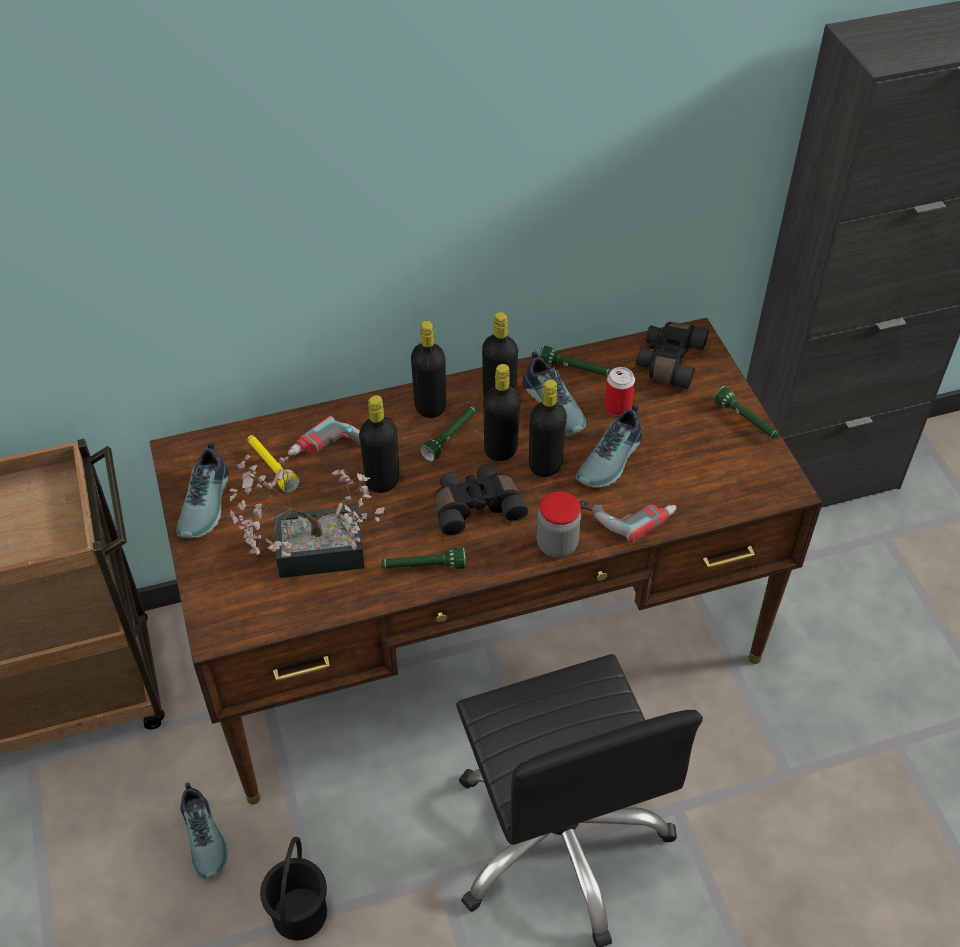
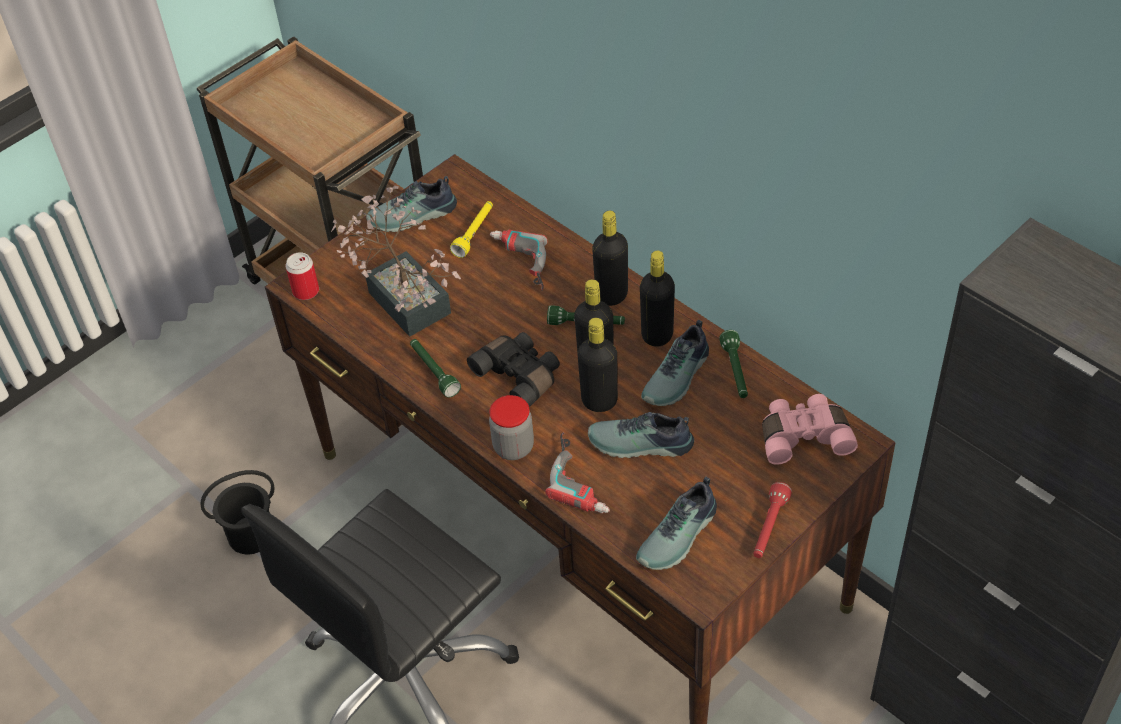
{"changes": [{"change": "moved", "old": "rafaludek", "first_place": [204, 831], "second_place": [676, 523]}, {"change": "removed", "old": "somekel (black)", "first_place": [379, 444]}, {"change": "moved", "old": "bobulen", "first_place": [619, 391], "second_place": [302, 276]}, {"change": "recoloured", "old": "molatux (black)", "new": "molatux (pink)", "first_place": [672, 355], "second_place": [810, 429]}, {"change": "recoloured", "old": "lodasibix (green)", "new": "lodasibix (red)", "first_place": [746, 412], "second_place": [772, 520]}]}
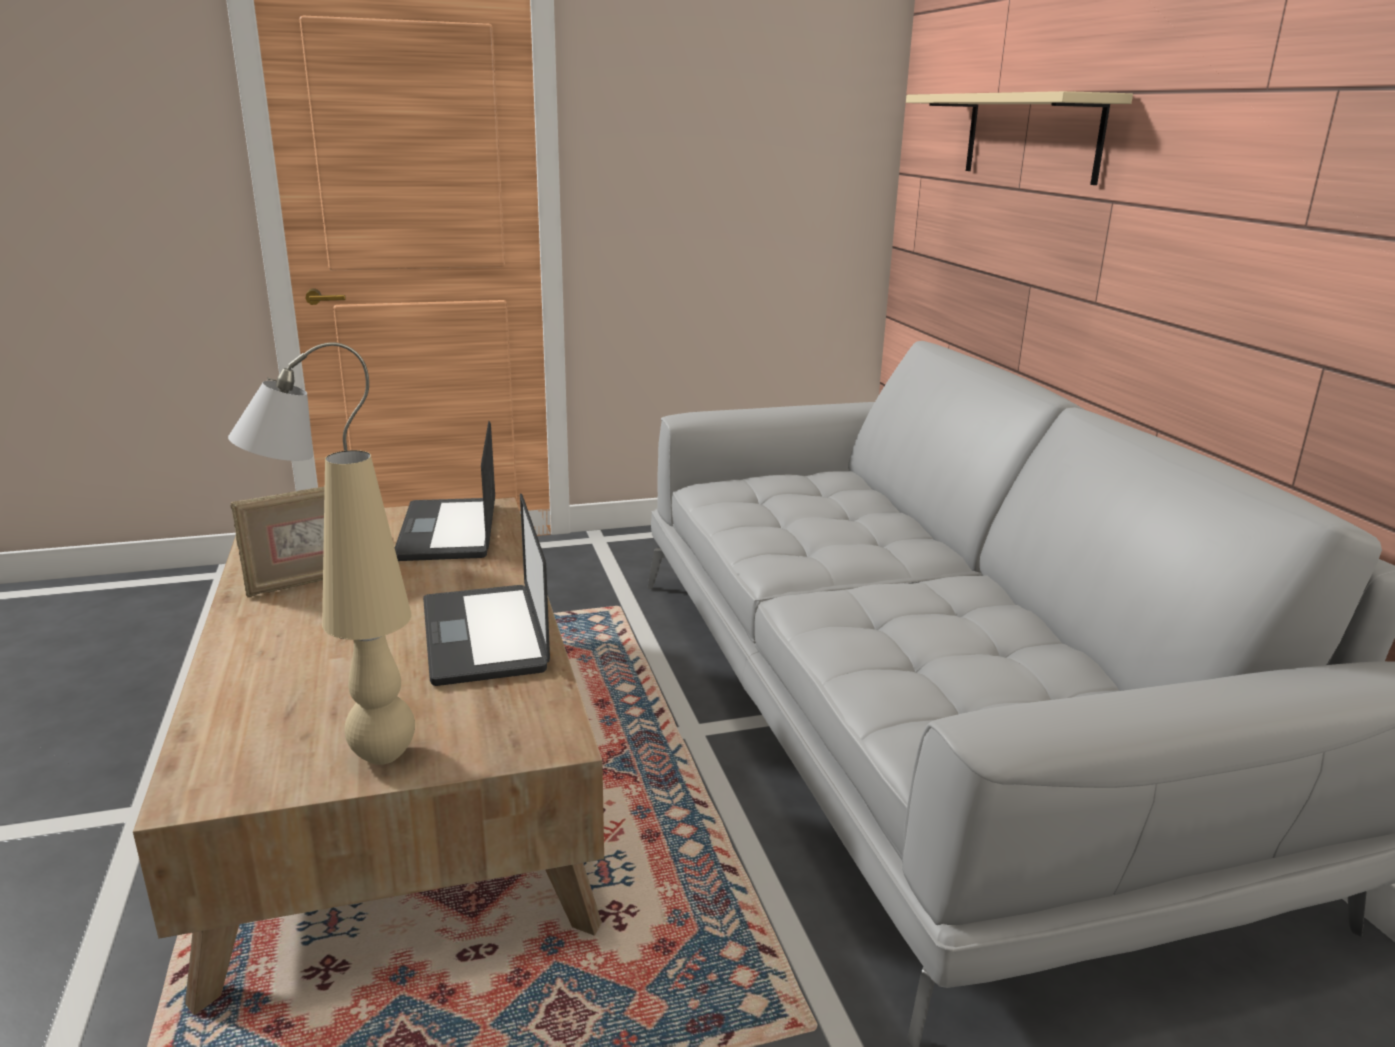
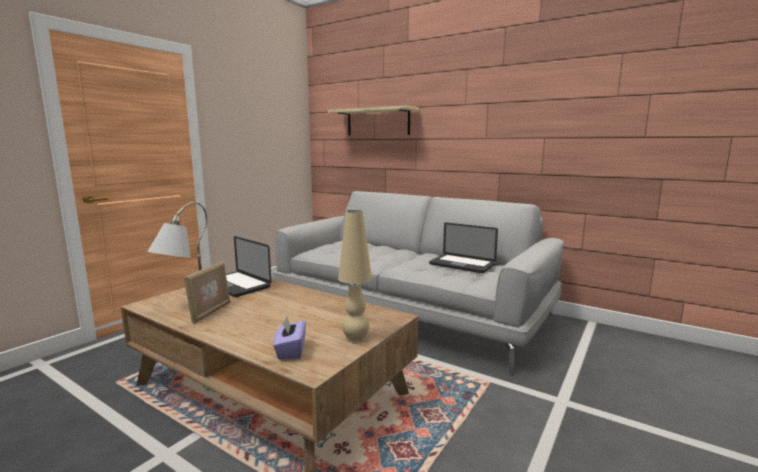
{"changes": [{"change": "moved", "old": "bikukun", "first_place": [486, 589], "second_place": [463, 247]}, {"change": "added", "new": "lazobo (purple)", "second_place": [289, 338]}]}
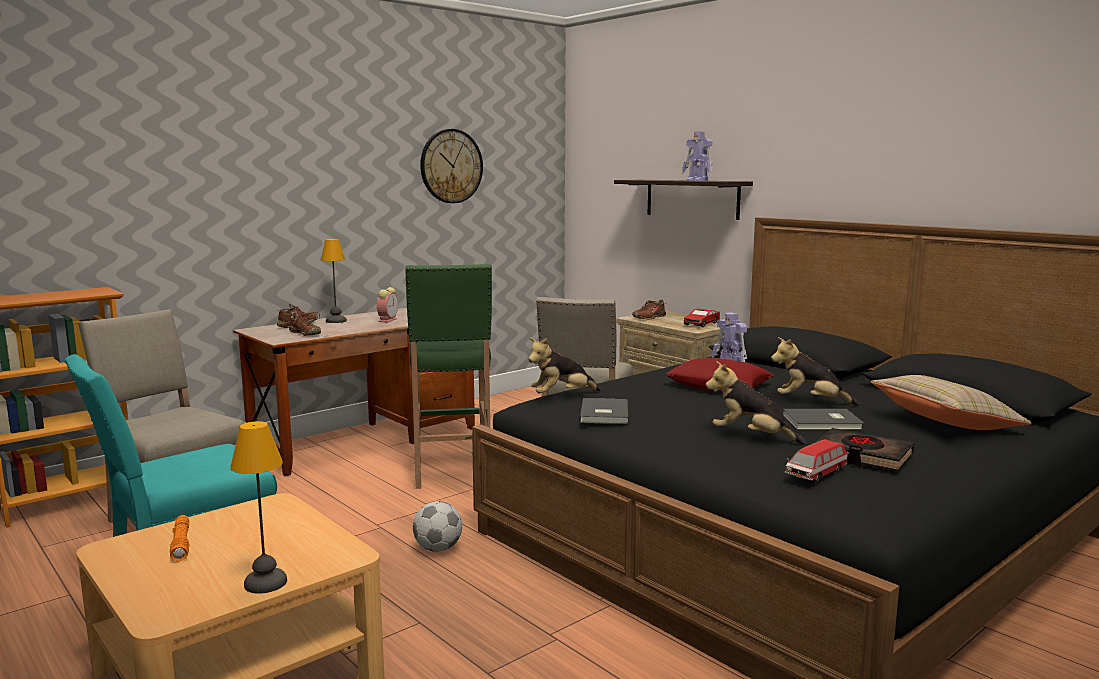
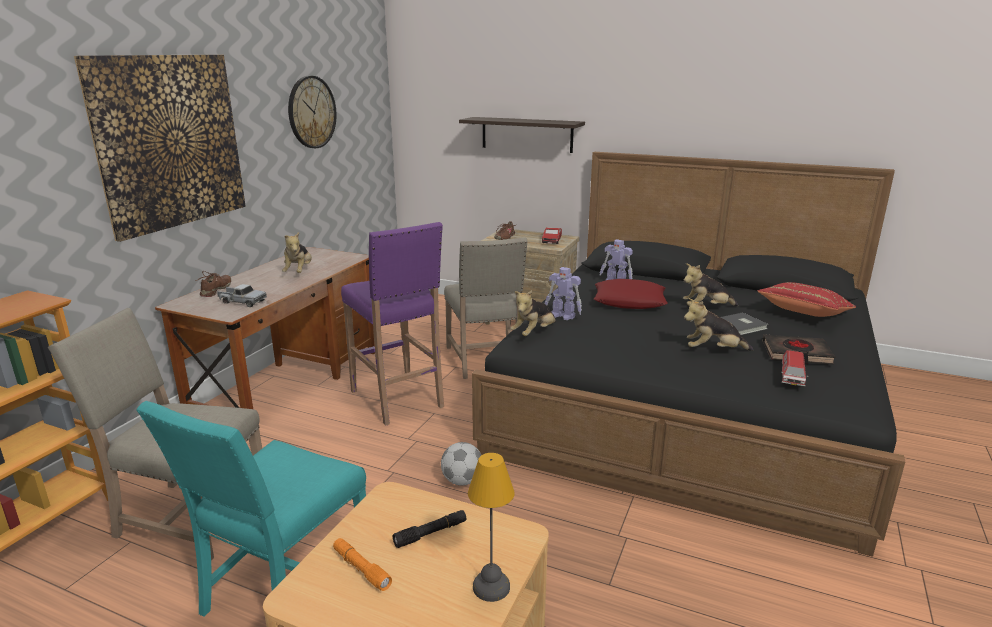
{"changes": [{"change": "replaced", "old": "rafaludek (brown)", "new": "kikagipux", "first_place": [303, 324], "second_place": [242, 295]}, {"change": "removed", "old": "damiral", "first_place": [334, 281]}, {"change": "replaced", "old": "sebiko", "new": "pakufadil", "first_place": [387, 305], "second_place": [297, 252]}, {"change": "recoloured", "old": "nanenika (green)", "new": "nanenika (purple)", "first_place": [448, 376], "second_place": [392, 324]}, {"change": "removed", "old": "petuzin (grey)", "first_place": [604, 411]}, {"change": "moved", "old": "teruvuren", "first_place": [697, 156], "second_place": [563, 293]}, {"change": "recoloured", "old": "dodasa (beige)", "new": "dodasa (red)", "first_place": [951, 402], "second_place": [807, 299]}, {"change": "added", "new": "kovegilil", "second_place": [160, 148]}, {"change": "added", "new": "lodasibix (black)", "second_place": [429, 529]}]}
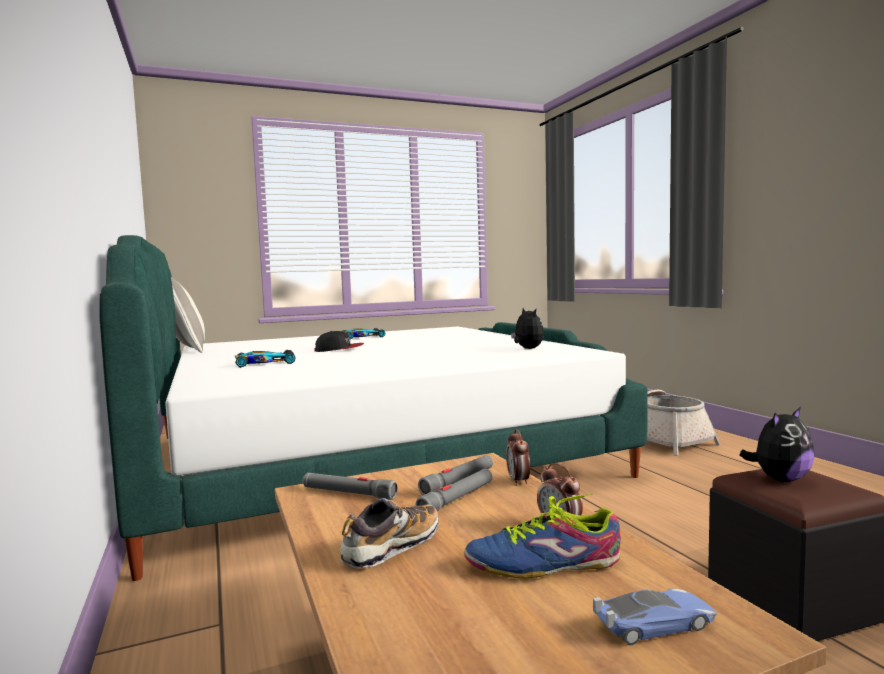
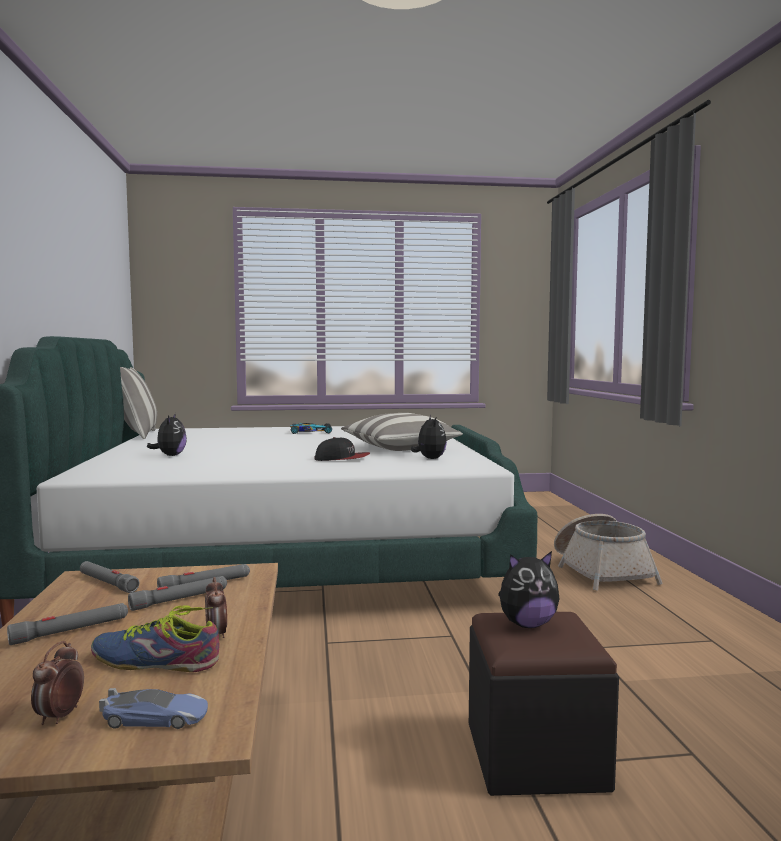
{"changes": [{"change": "replaced", "old": "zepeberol", "new": "pakufadil", "first_place": [265, 359], "second_place": [167, 434]}, {"change": "moved", "old": "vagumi", "first_place": [339, 341], "second_place": [342, 449]}, {"change": "replaced", "old": "rafaludek", "new": "lodasibix (grey)", "first_place": [389, 533], "second_place": [67, 624]}, {"change": "moved", "old": "sebiko", "first_place": [518, 457], "second_place": [57, 683]}, {"change": "added", "new": "dodasa", "second_place": [402, 432]}]}
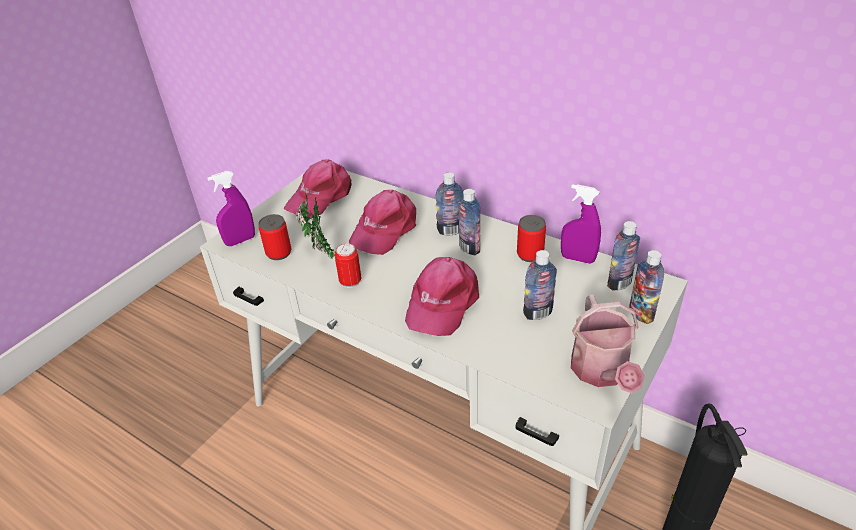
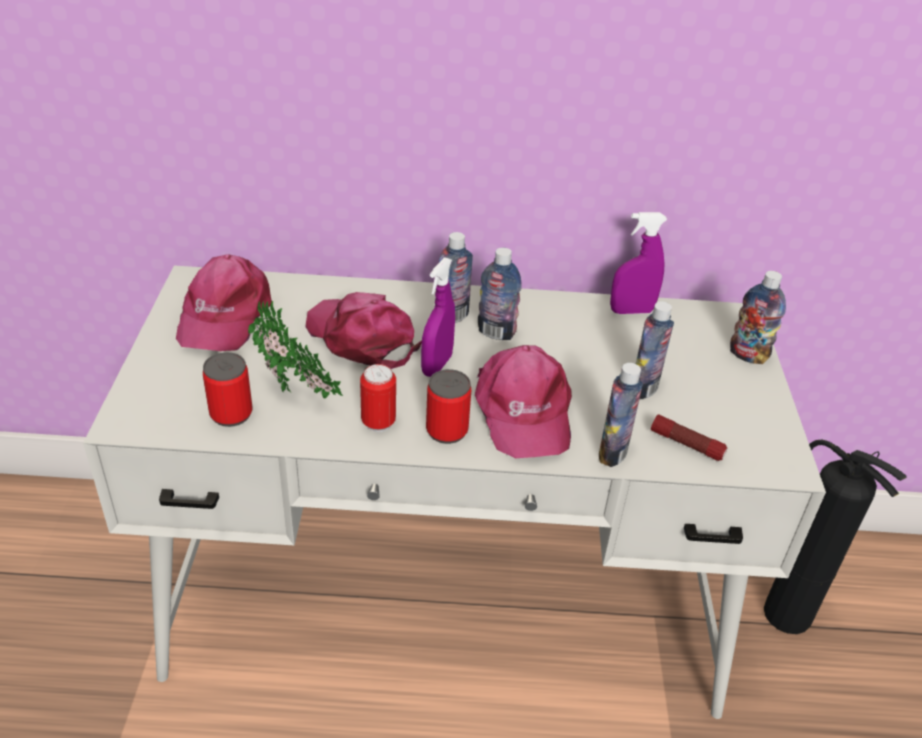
{"changes": [{"change": "moved", "old": "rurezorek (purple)", "first_place": [231, 208], "second_place": [438, 317]}, {"change": "turned", "old": "vagumi (pink)", "first_place": [382, 222], "second_place": [363, 330], "degrees": 135}, {"change": "moved", "old": "bobulen", "first_place": [531, 238], "second_place": [448, 406]}, {"change": "removed", "old": "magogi", "first_place": [608, 344]}, {"change": "moved", "old": "somekel", "first_place": [623, 255], "second_place": [621, 415]}, {"change": "added", "new": "lodasibix", "second_place": [689, 437]}]}
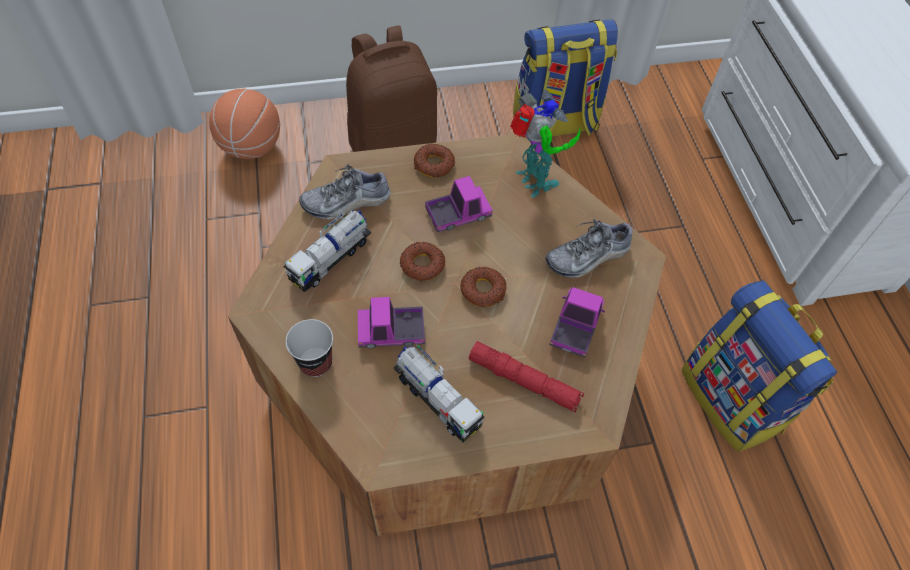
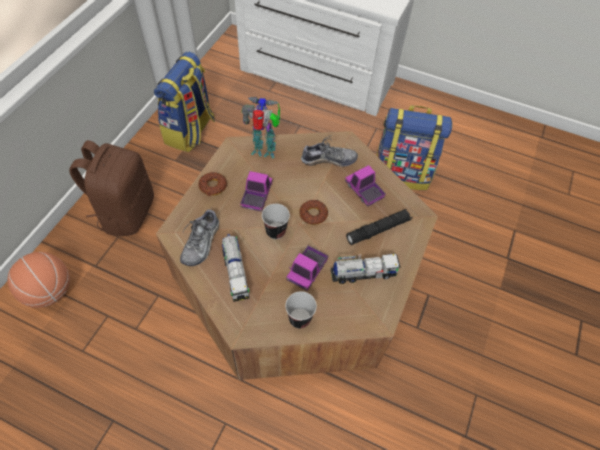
{"changes": [{"change": "replaced", "old": "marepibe", "new": "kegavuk", "first_place": [422, 261], "second_place": [276, 221]}, {"change": "recoloured", "old": "lodasibix (red)", "new": "lodasibix (black)", "first_place": [526, 376], "second_place": [379, 227]}, {"change": "turned", "old": "rafaludek", "first_place": [590, 248], "second_place": [329, 151], "degrees": -105}]}
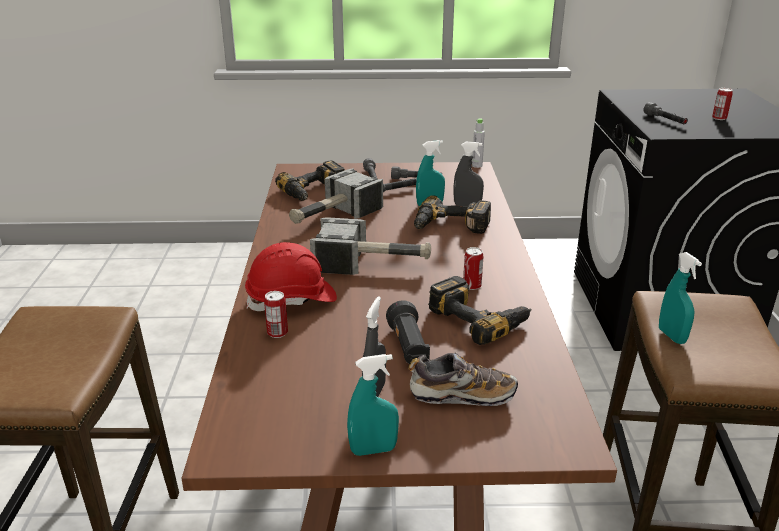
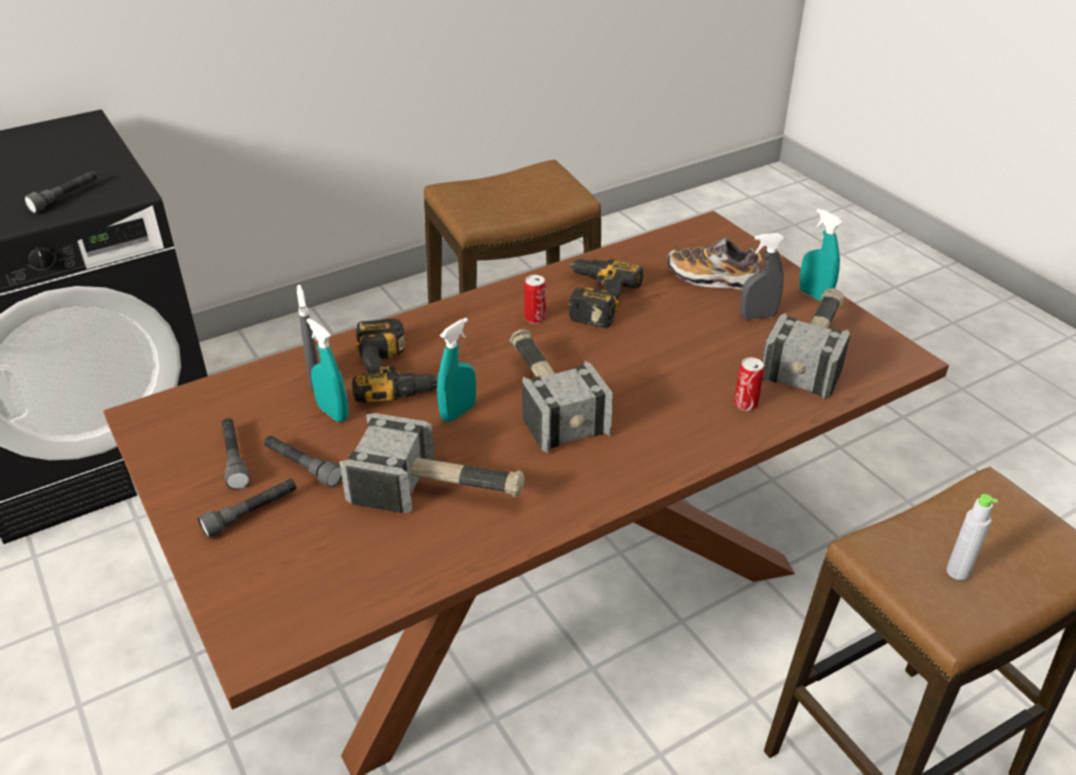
{"changes": [{"change": "removed", "old": "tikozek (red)", "first_place": [291, 276]}, {"change": "removed", "old": "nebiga", "first_place": [310, 180]}, {"change": "removed", "old": "lodasibix (black)", "first_place": [408, 332]}, {"change": "turned", "old": "rafaludek", "first_place": [463, 379], "second_place": [715, 263], "degrees": -45}, {"change": "moved", "old": "somekel (grey)", "first_place": [478, 143], "second_place": [972, 537]}, {"change": "moved", "old": "rurezorek (turquoise)", "first_place": [680, 298], "second_place": [456, 370]}, {"change": "removed", "old": "bobulen", "first_place": [722, 104]}, {"change": "added", "new": "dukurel", "second_place": [806, 344]}]}
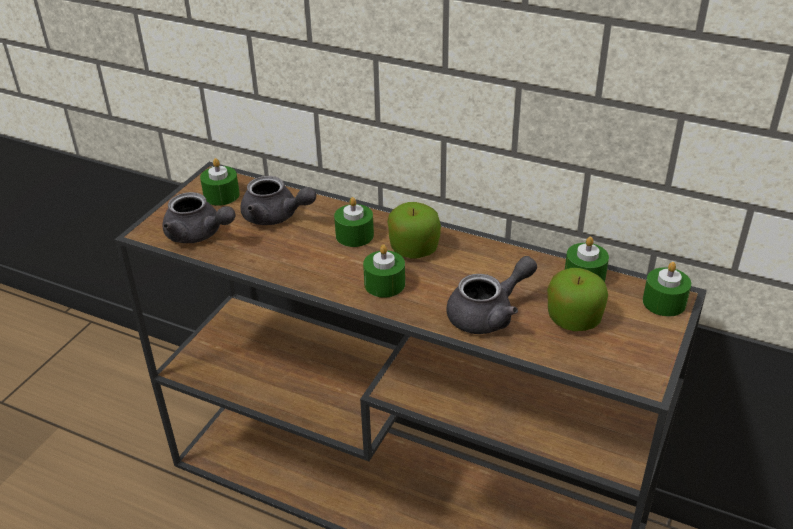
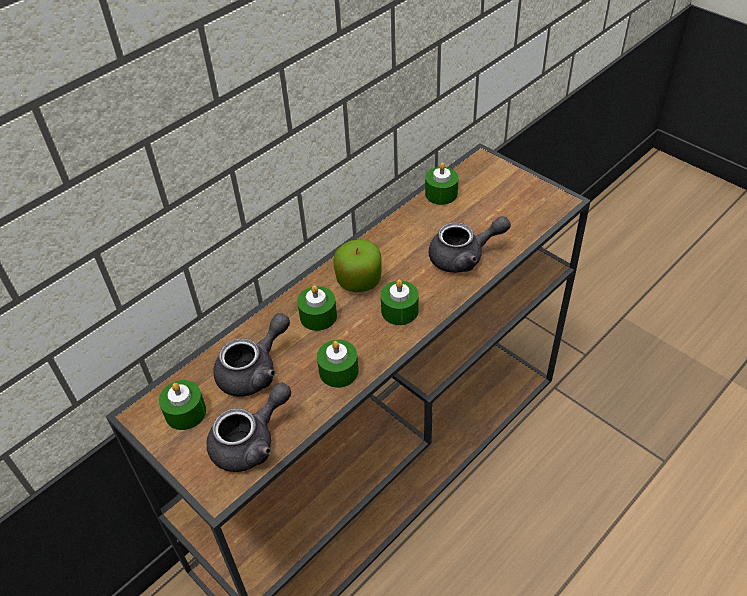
{"changes": [{"change": "turned", "old": "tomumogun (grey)", "first_place": [492, 295], "second_place": [470, 244], "degrees": 90}, {"change": "removed", "old": "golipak", "first_place": [577, 299]}, {"change": "moved", "old": "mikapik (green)", "first_place": [667, 289], "second_place": [338, 364]}]}
